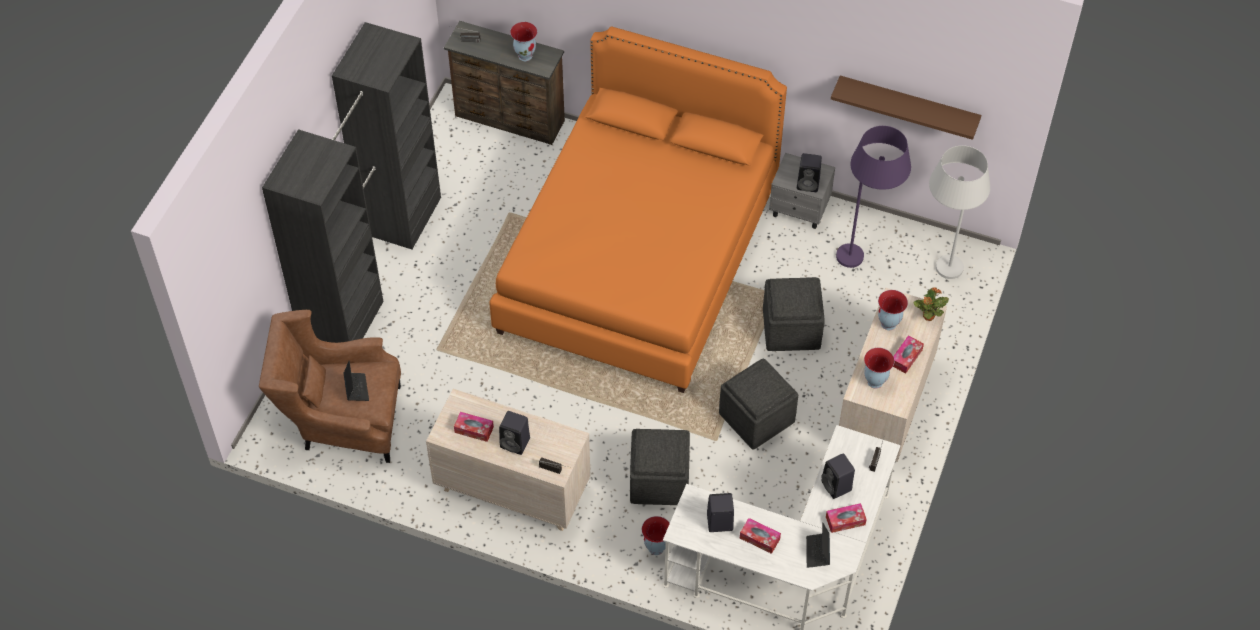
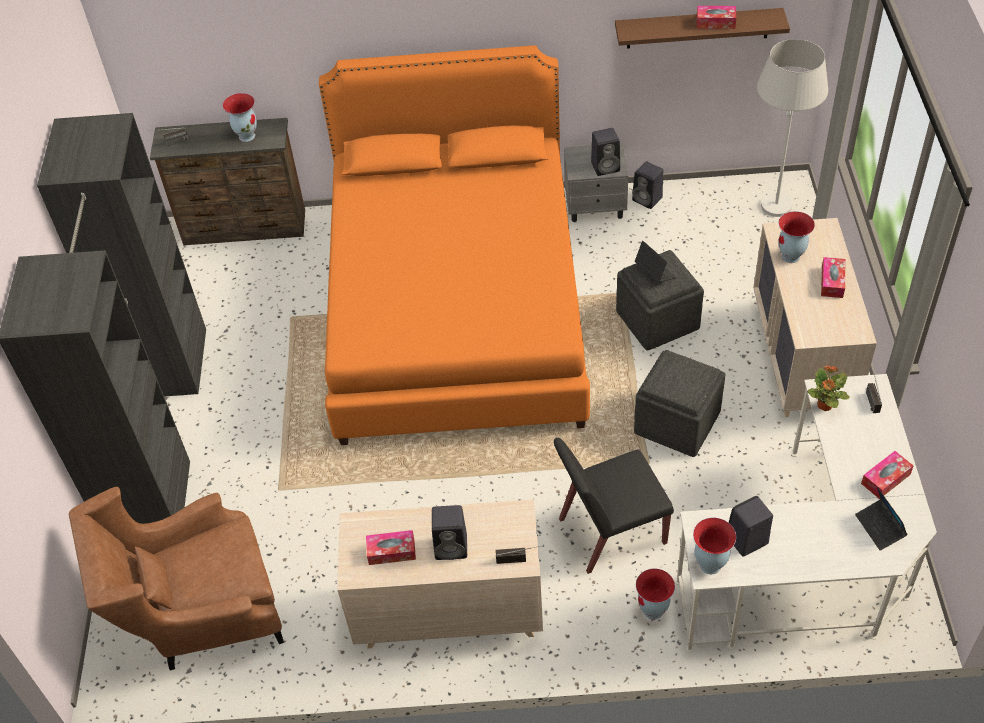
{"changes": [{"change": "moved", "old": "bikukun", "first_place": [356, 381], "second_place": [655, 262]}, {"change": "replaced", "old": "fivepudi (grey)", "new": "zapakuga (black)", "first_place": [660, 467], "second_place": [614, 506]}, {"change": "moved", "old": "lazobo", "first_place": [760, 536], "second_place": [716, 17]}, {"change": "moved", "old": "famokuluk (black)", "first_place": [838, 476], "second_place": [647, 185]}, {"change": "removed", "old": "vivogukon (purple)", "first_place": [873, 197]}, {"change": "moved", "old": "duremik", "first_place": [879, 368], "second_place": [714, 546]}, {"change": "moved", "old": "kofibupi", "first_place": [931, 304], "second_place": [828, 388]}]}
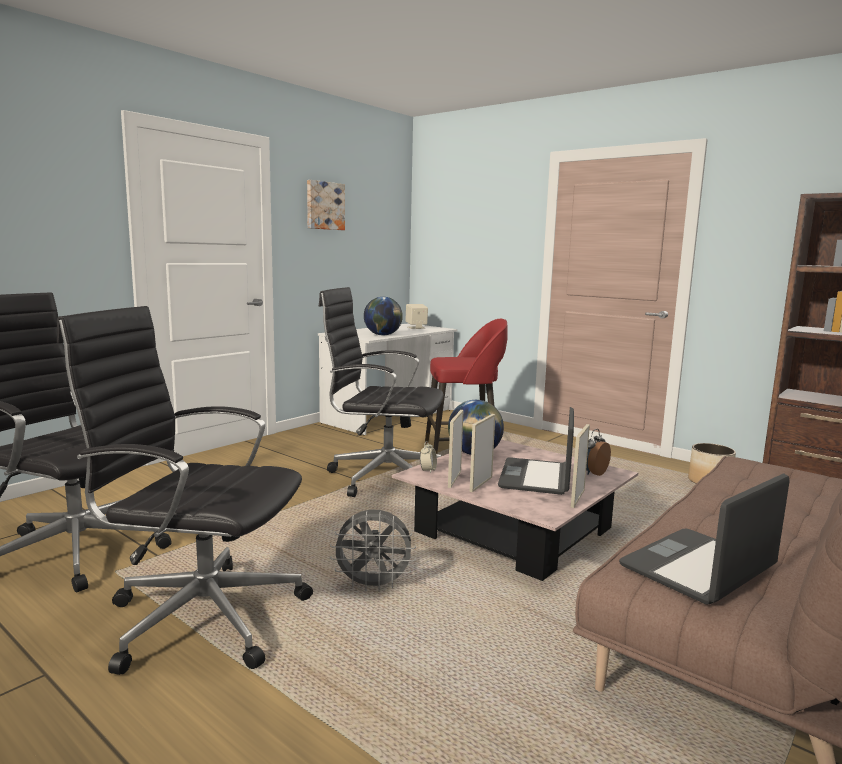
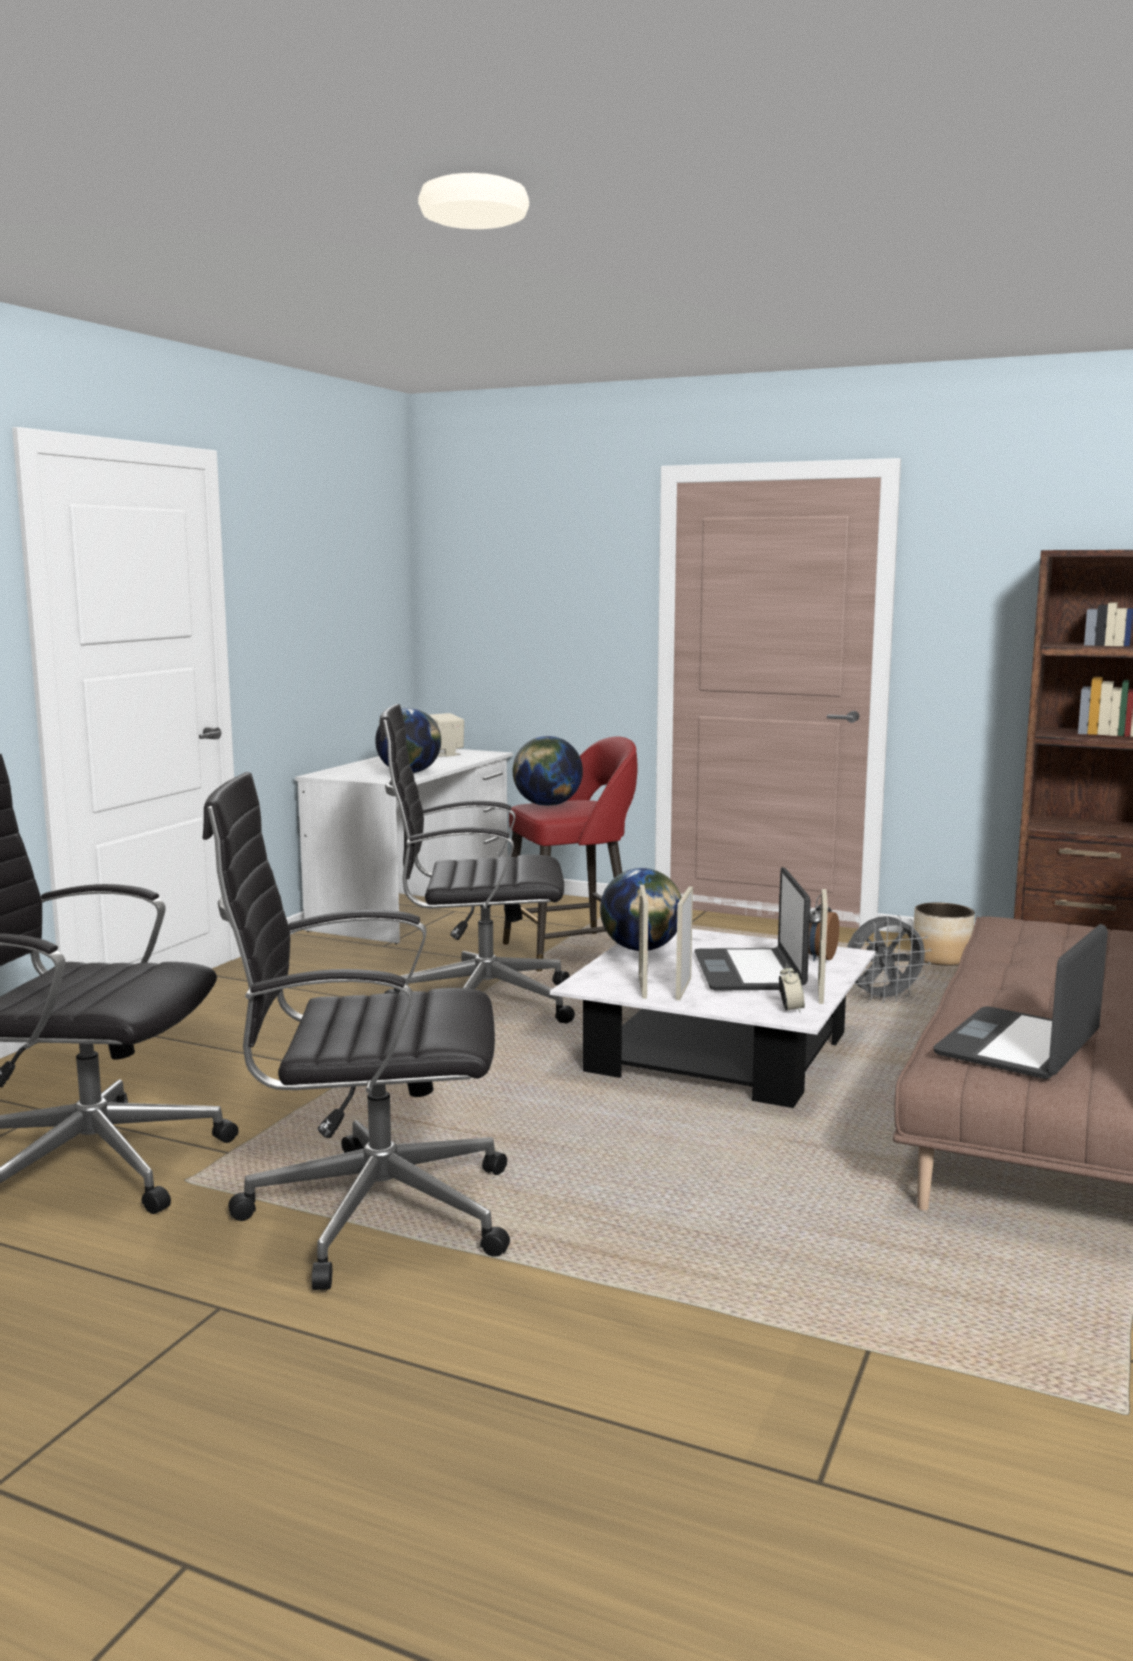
{"changes": [{"change": "removed", "old": "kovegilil", "first_place": [326, 205]}, {"change": "moved", "old": "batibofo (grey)", "first_place": [373, 551], "second_place": [889, 959]}, {"change": "recoloured", "old": "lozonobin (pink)", "new": "lozonobin (white)", "first_place": [515, 510], "second_place": [713, 1018]}, {"change": "moved", "old": "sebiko", "first_place": [428, 457], "second_place": [792, 988]}, {"change": "added", "new": "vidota", "second_place": [548, 771]}]}
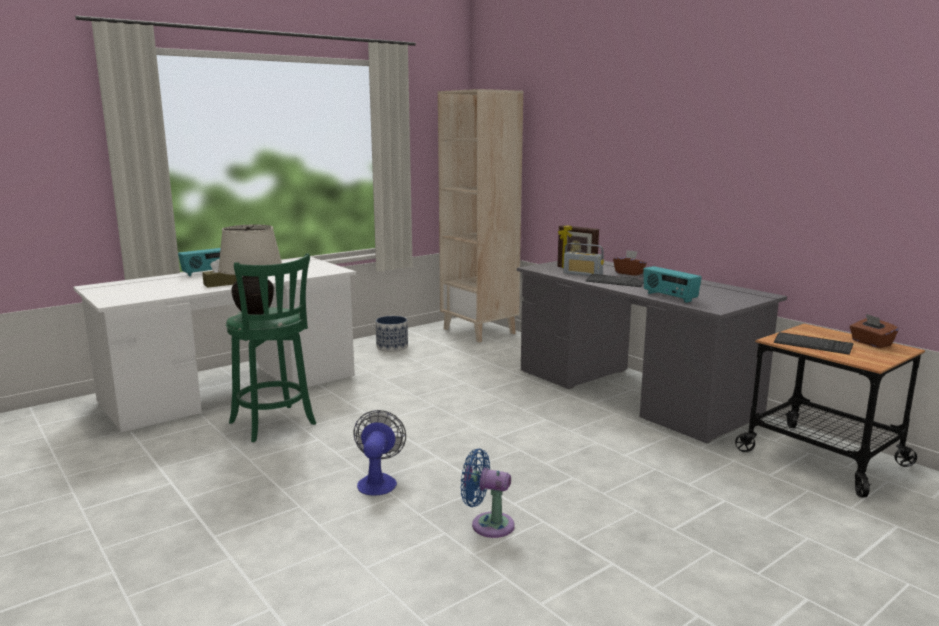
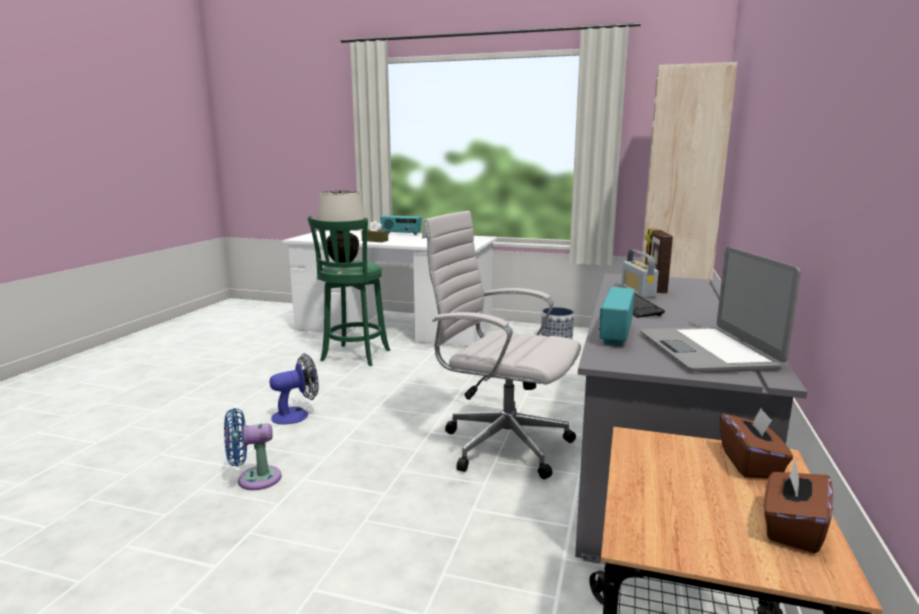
{"changes": [{"change": "turned", "old": "batibofo (blue)", "first_place": [487, 493], "second_place": [252, 449], "degrees": -90}, {"change": "moved", "old": "lazobo (brown)", "first_place": [630, 263], "second_place": [756, 443]}, {"change": "removed", "old": "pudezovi", "first_place": [813, 343]}, {"change": "added", "new": "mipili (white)", "second_place": [501, 345]}, {"change": "added", "new": "bikukun", "second_place": [720, 310]}]}
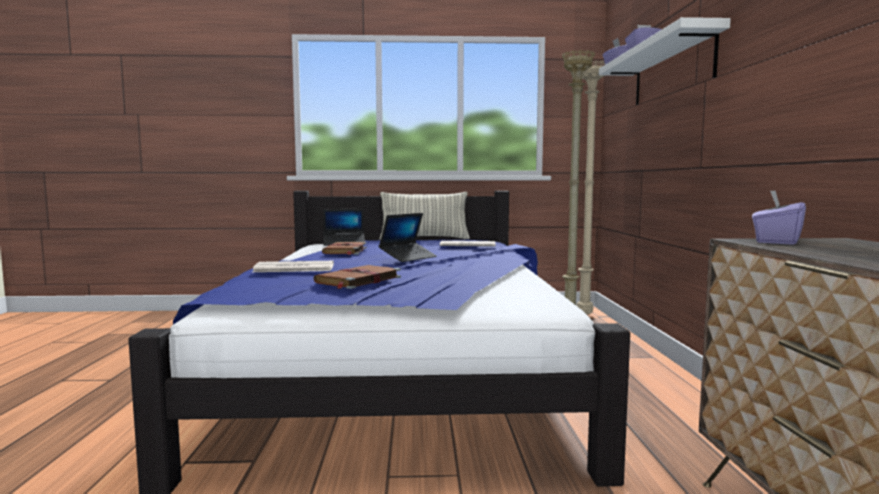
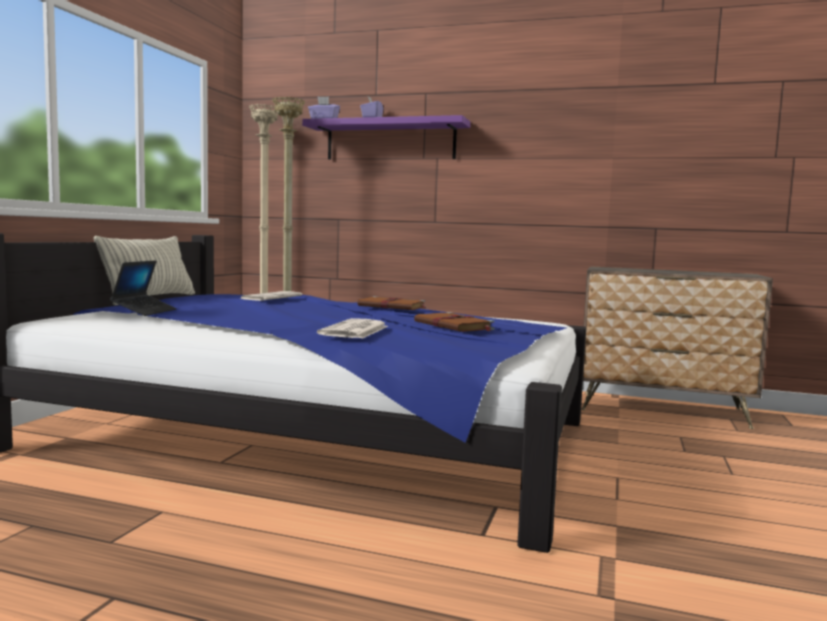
{"changes": [{"change": "moved", "old": "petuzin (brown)", "first_place": [344, 248], "second_place": [391, 303]}, {"change": "removed", "old": "bikukun", "first_place": [408, 237]}, {"change": "recoloured", "old": "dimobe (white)", "new": "dimobe (purple)", "first_place": [665, 61], "second_place": [386, 137]}, {"change": "removed", "old": "lazobo (purple)", "first_place": [779, 217]}]}
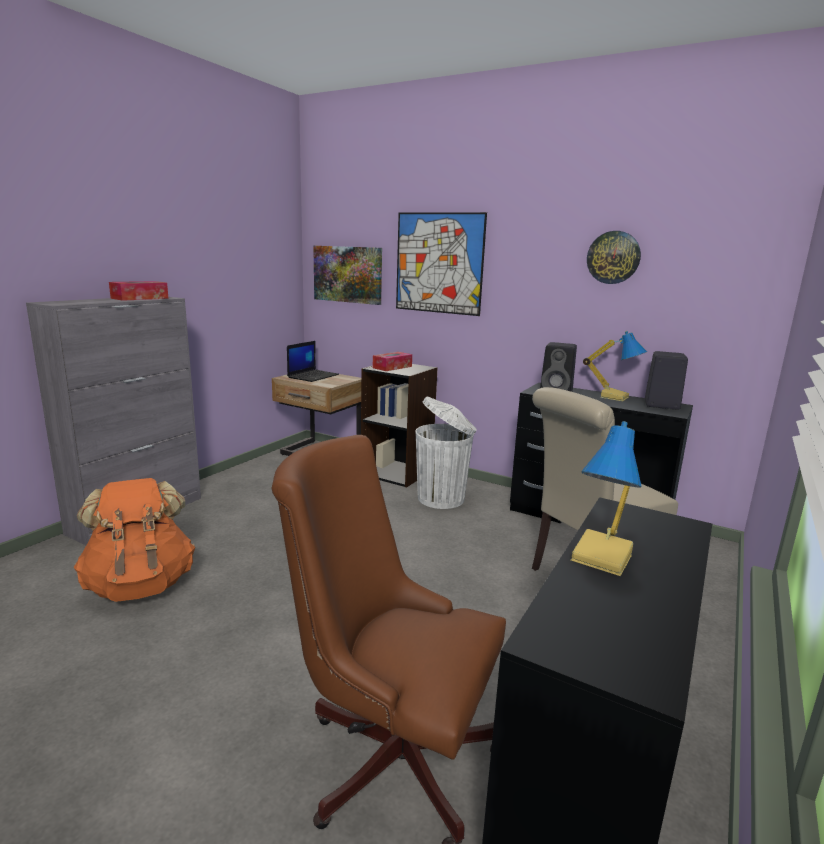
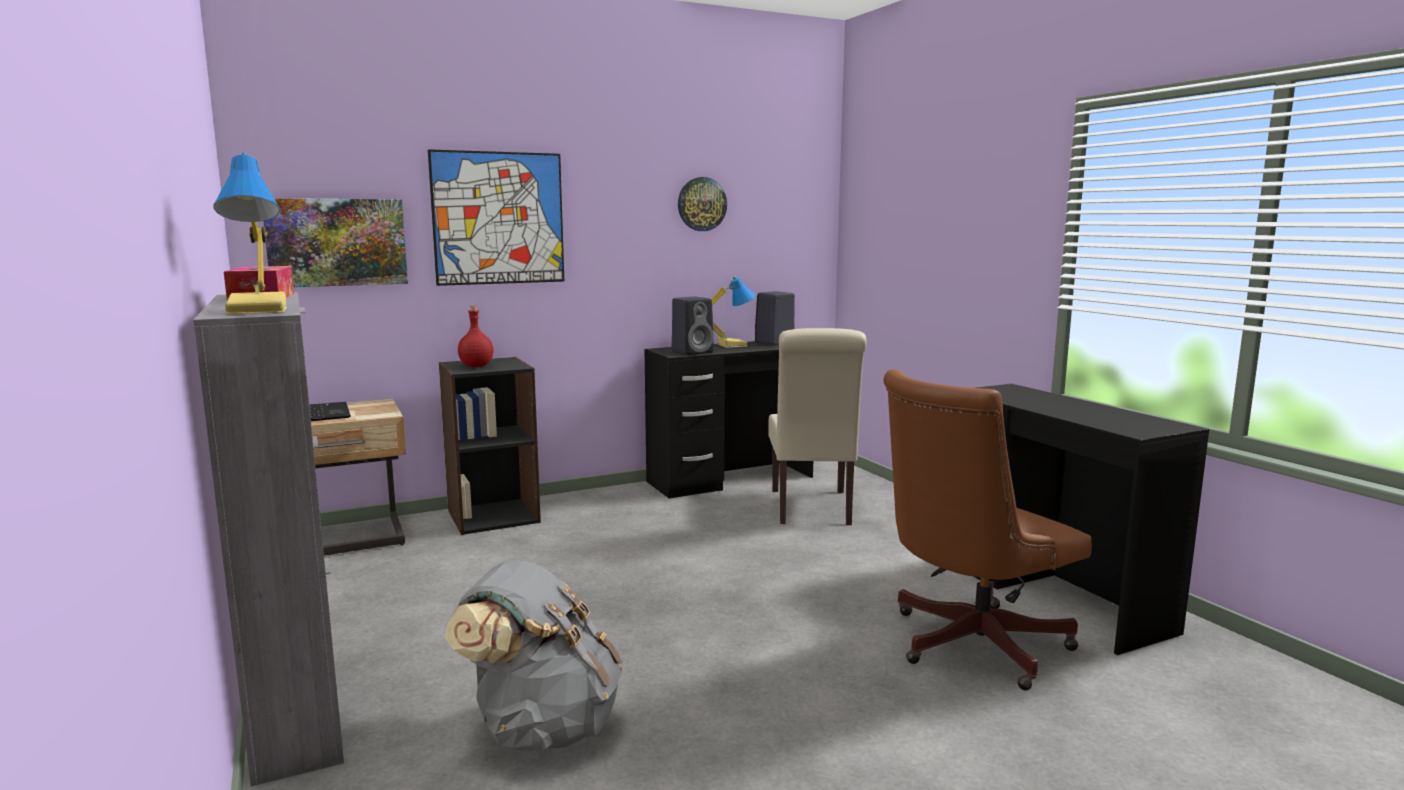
{"changes": [{"change": "recoloured", "old": "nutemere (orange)", "new": "nutemere (grey)", "first_place": [134, 540], "second_place": [534, 655]}, {"change": "replaced", "old": "lazobo", "new": "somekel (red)", "first_place": [392, 361], "second_place": [476, 336]}, {"change": "removed", "old": "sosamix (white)", "first_place": [446, 453]}, {"change": "moved", "old": "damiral", "first_place": [606, 498], "second_place": [250, 234]}]}
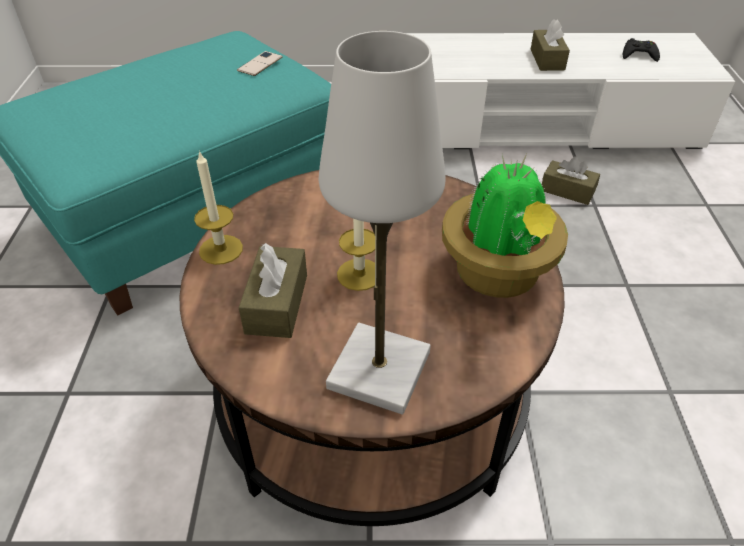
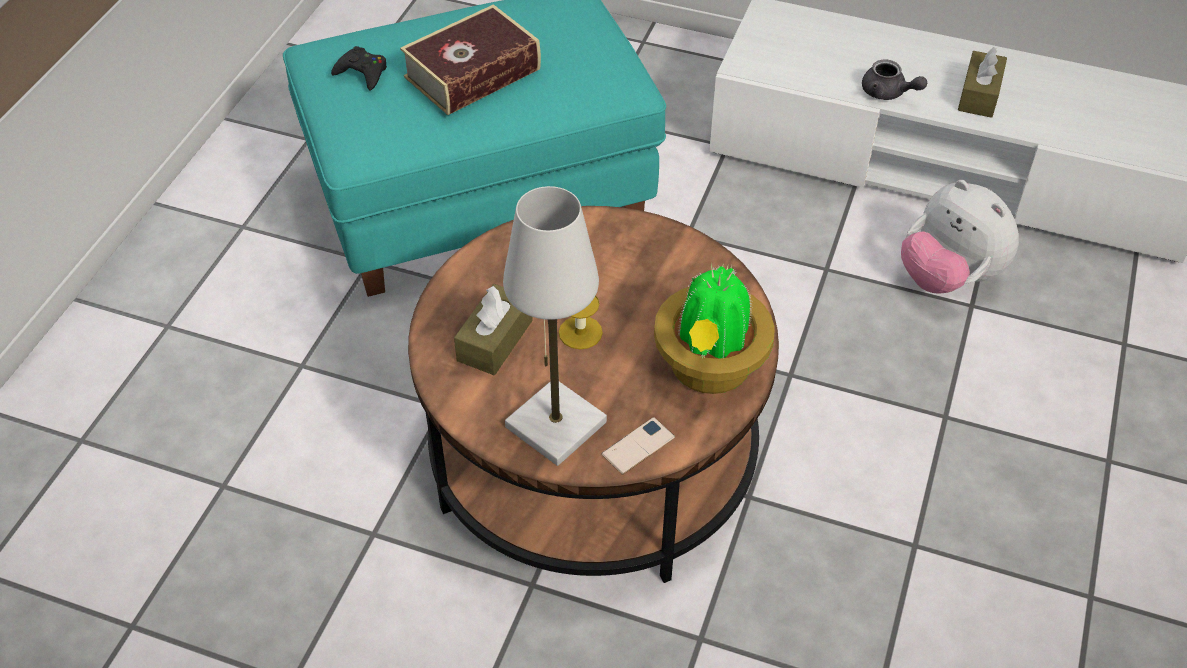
{"changes": [{"change": "removed", "old": "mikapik", "first_place": [218, 207]}, {"change": "moved", "old": "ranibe", "first_place": [260, 63], "second_place": [638, 445]}, {"change": "replaced", "old": "lazobo (brown)", "new": "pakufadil", "first_place": [571, 180], "second_place": [960, 237]}, {"change": "moved", "old": "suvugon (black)", "first_place": [641, 50], "second_place": [359, 68]}, {"change": "added", "new": "petuzin", "second_place": [470, 59]}, {"change": "added", "new": "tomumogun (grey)", "second_place": [894, 79]}]}
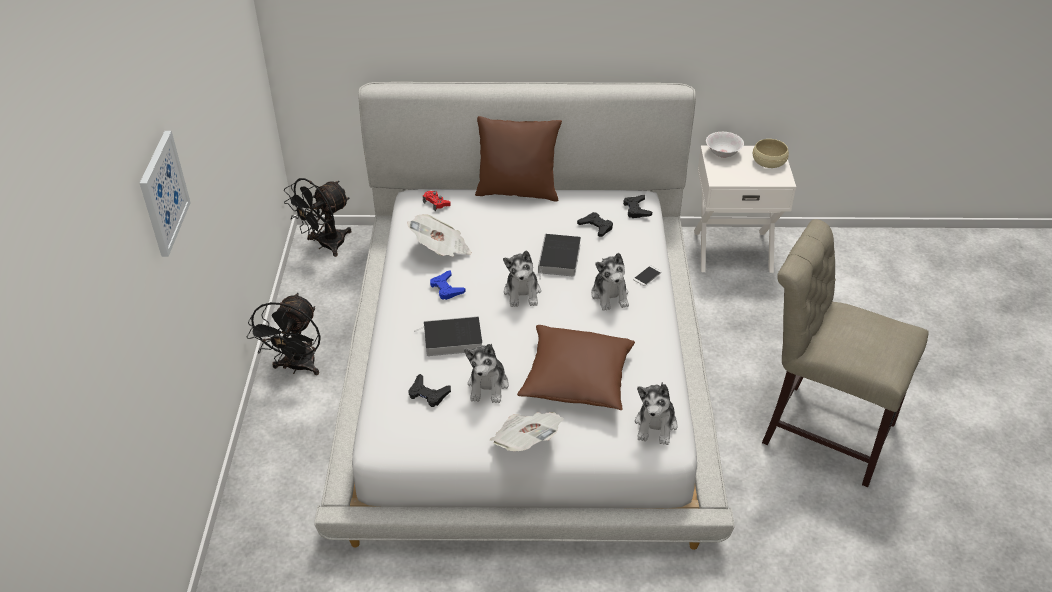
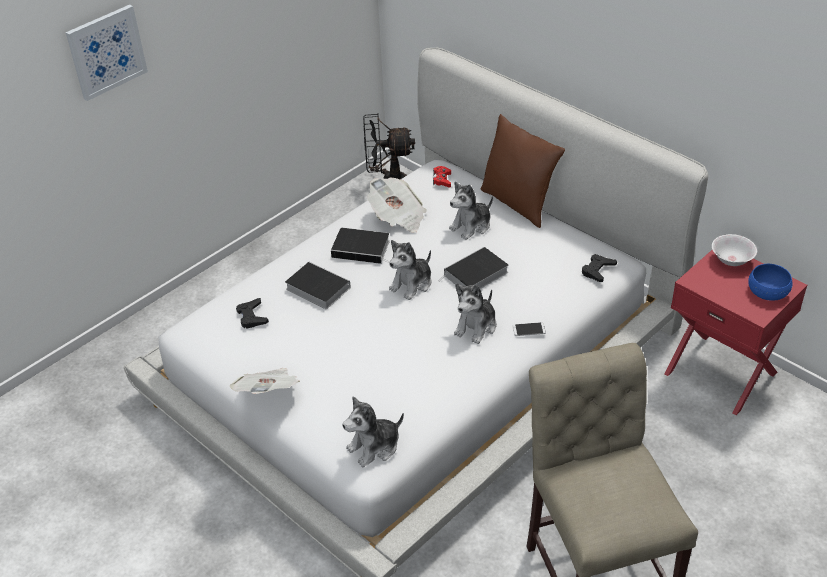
{"changes": [{"change": "removed", "old": "batibofo (black)", "first_place": [284, 334]}, {"change": "replaced", "old": "suvugon (blue)", "new": "petuzin", "first_place": [447, 285], "second_place": [360, 246]}, {"change": "moved", "old": "pakufadil", "first_place": [486, 373], "second_place": [471, 211]}, {"change": "removed", "old": "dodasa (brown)", "first_place": [576, 367]}, {"change": "removed", "old": "suvugon (black)", "first_place": [595, 224]}, {"change": "recoloured", "old": "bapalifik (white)", "new": "bapalifik (red)", "first_place": [745, 209], "second_place": [735, 332]}, {"change": "recoloured", "old": "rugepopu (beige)", "new": "rugepopu (blue)", "first_place": [771, 153], "second_place": [770, 282]}]}
